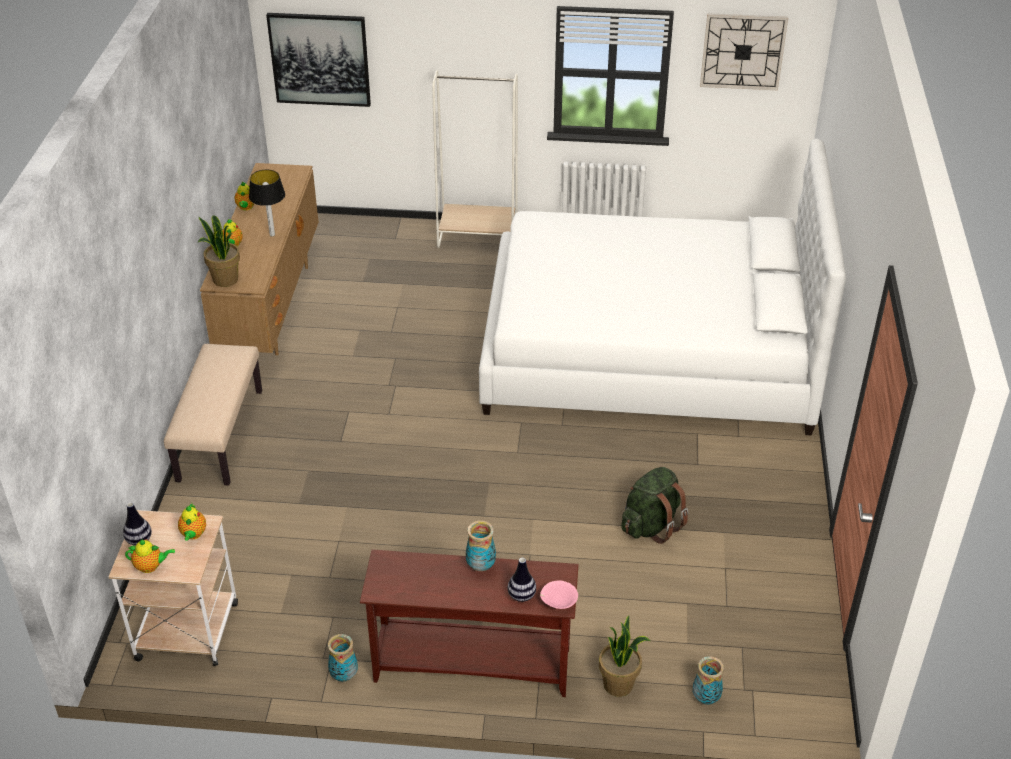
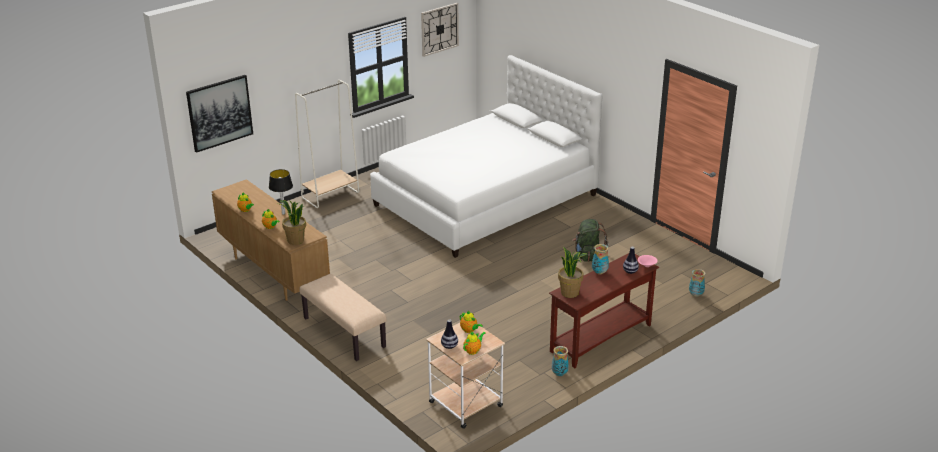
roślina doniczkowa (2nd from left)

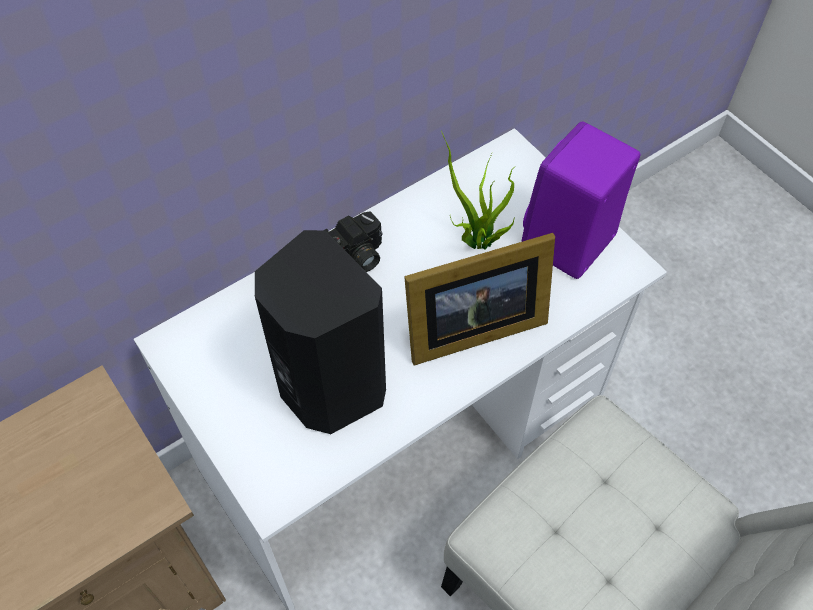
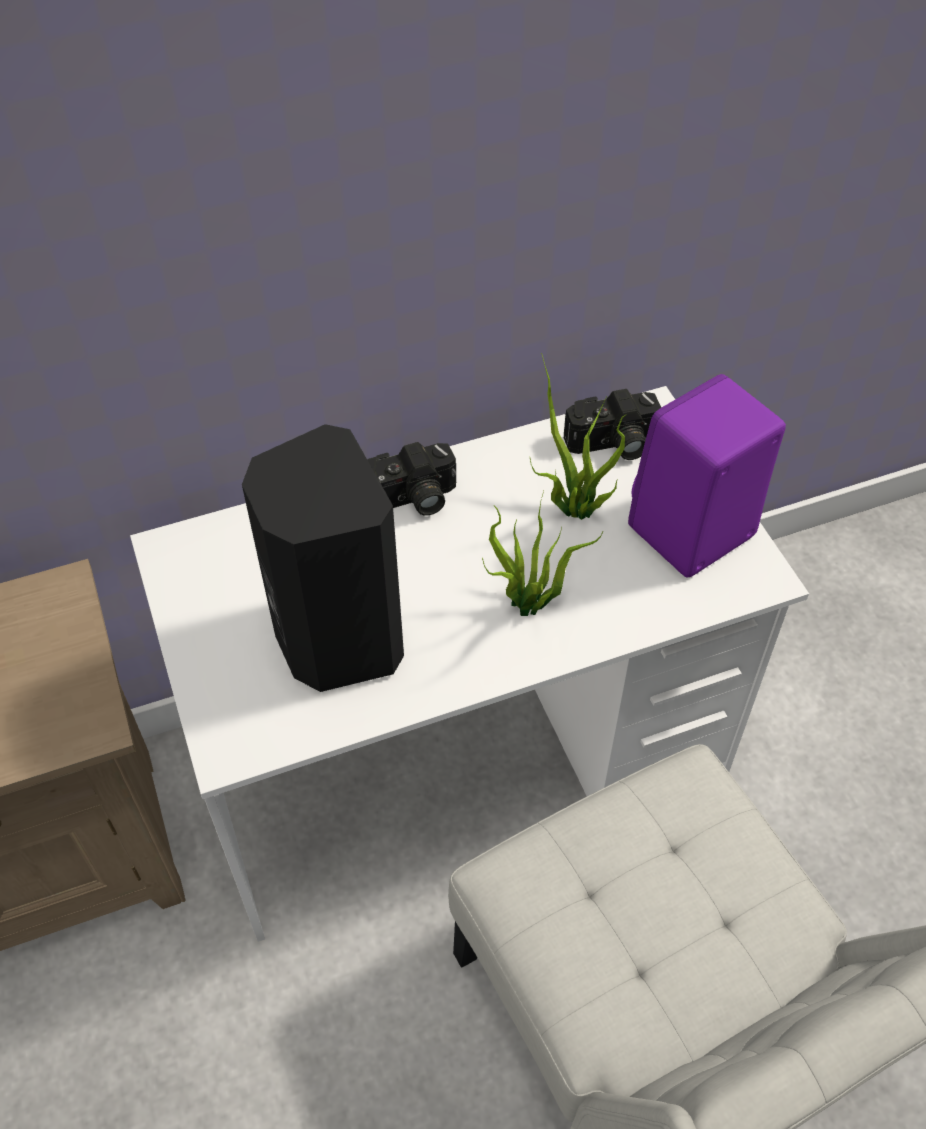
roślina doniczkowa (1st from left); aparat fotograficzny (2nd from left)

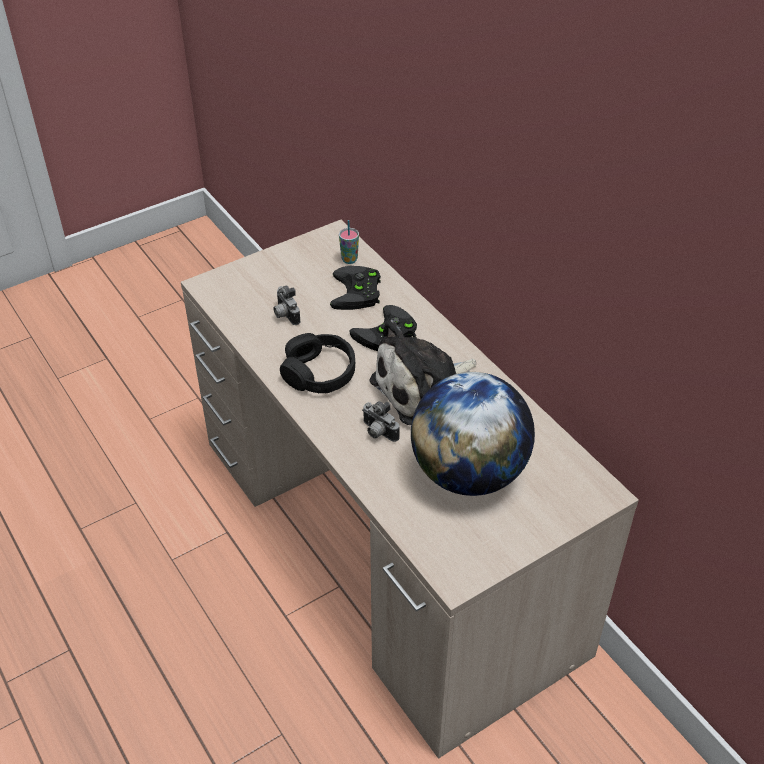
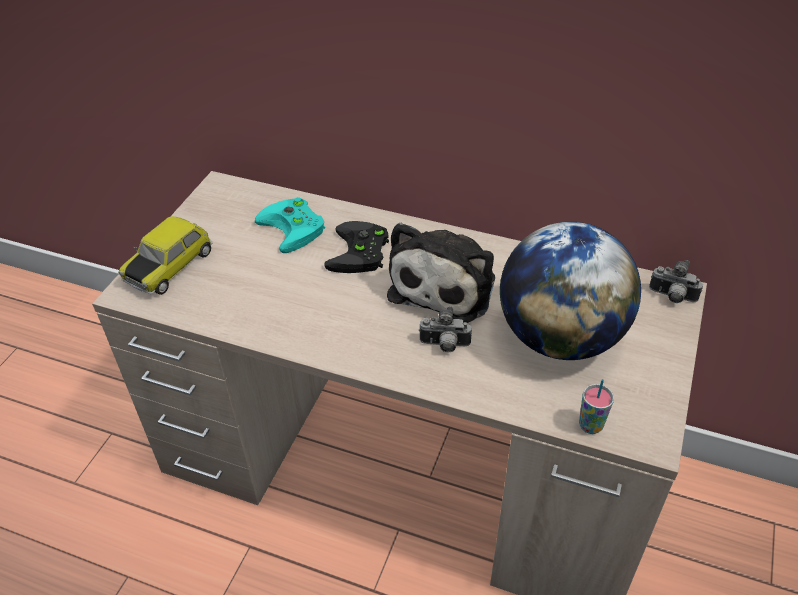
filiżanka; pad do gier/turkusowy; aparat fotograficzny (2nd from left); słuchawki/czarny; samochodzik

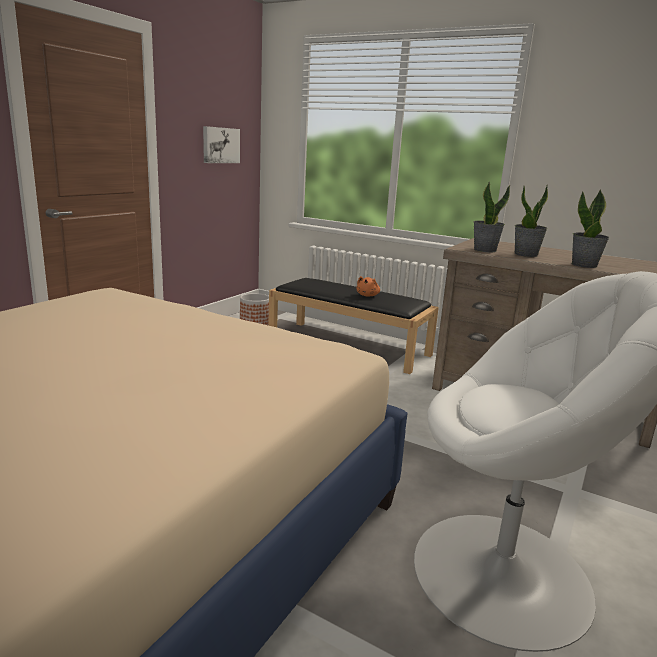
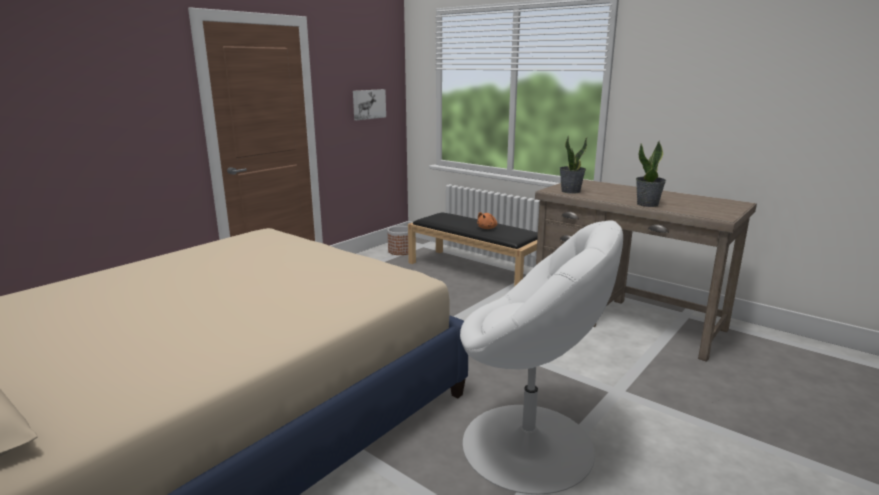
roślina doniczkowa (2nd from left in the first image)

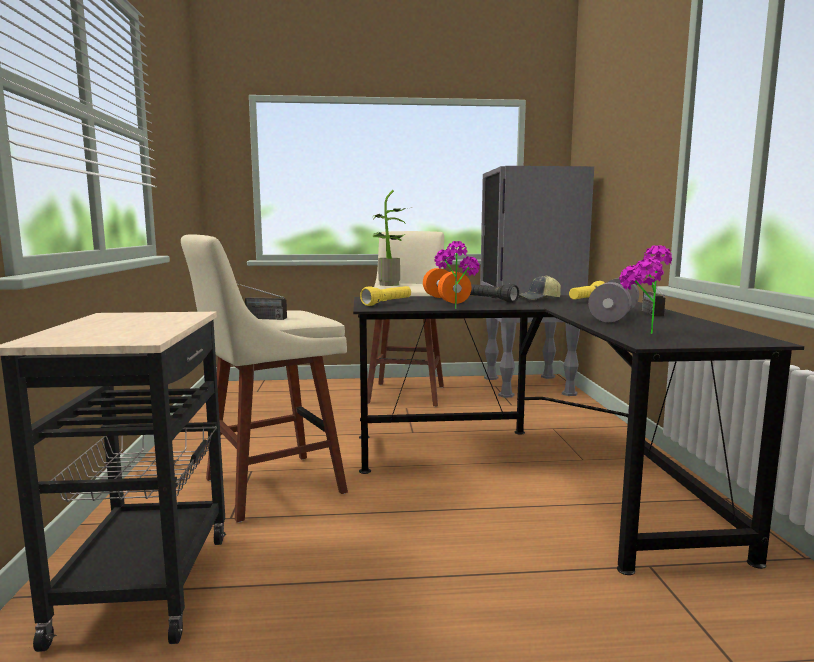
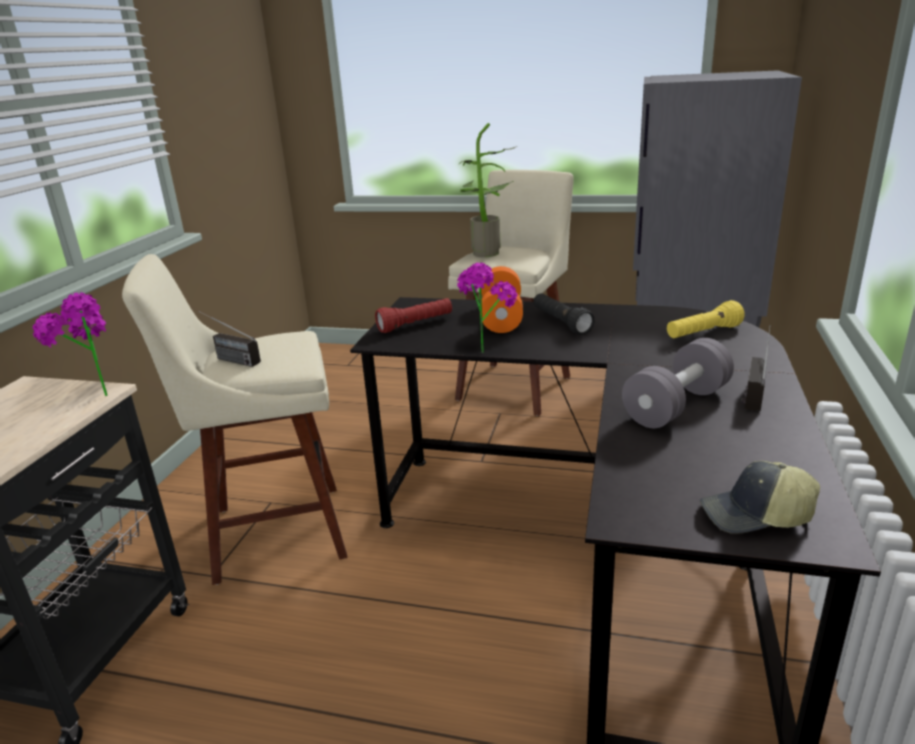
roślina doniczkowa (1st from left); czapka z daszkiem; latarka/czerwony

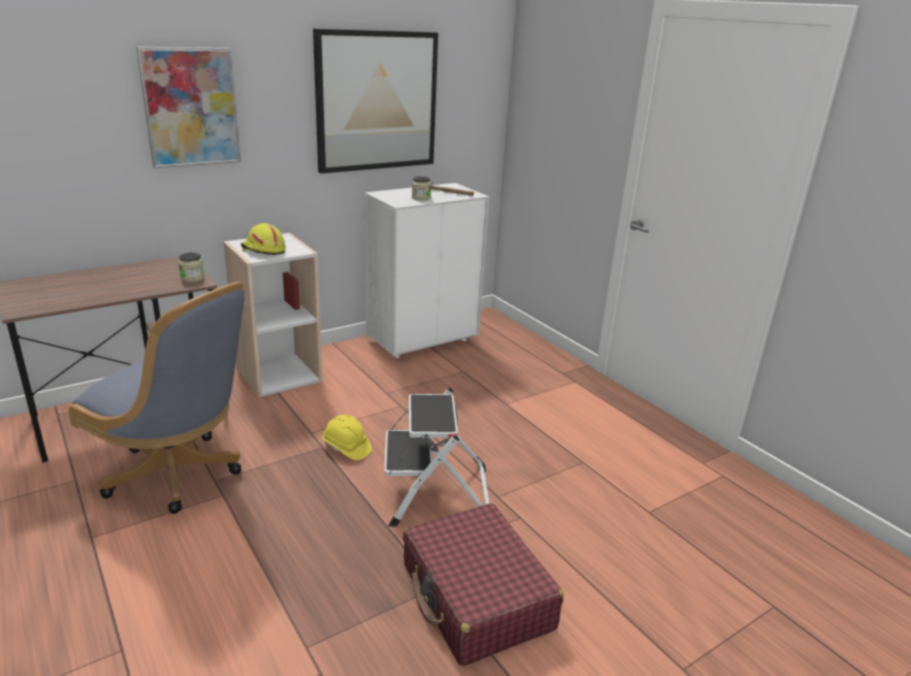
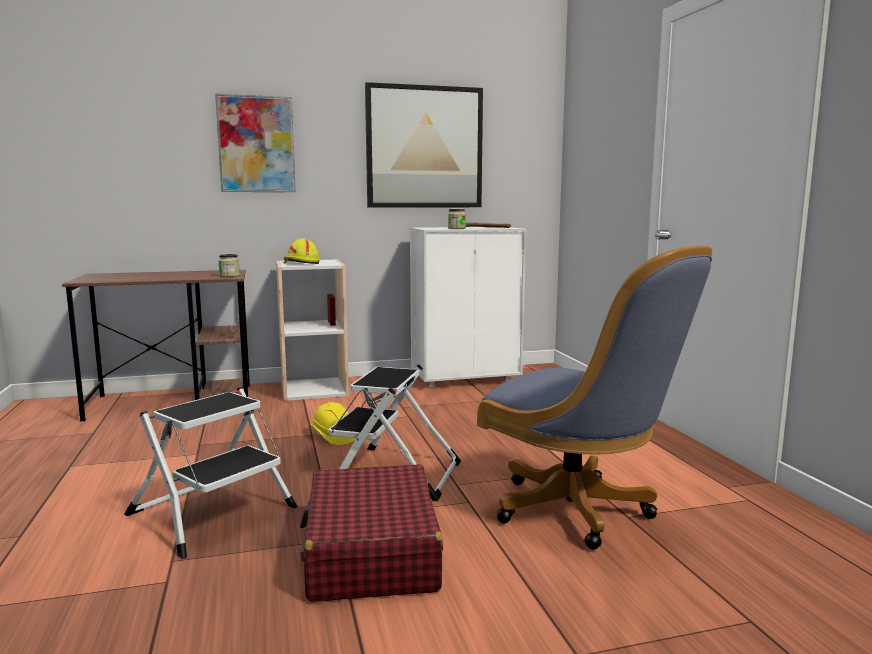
krzesło biurowe/niebieski; drabinka (1st from left)

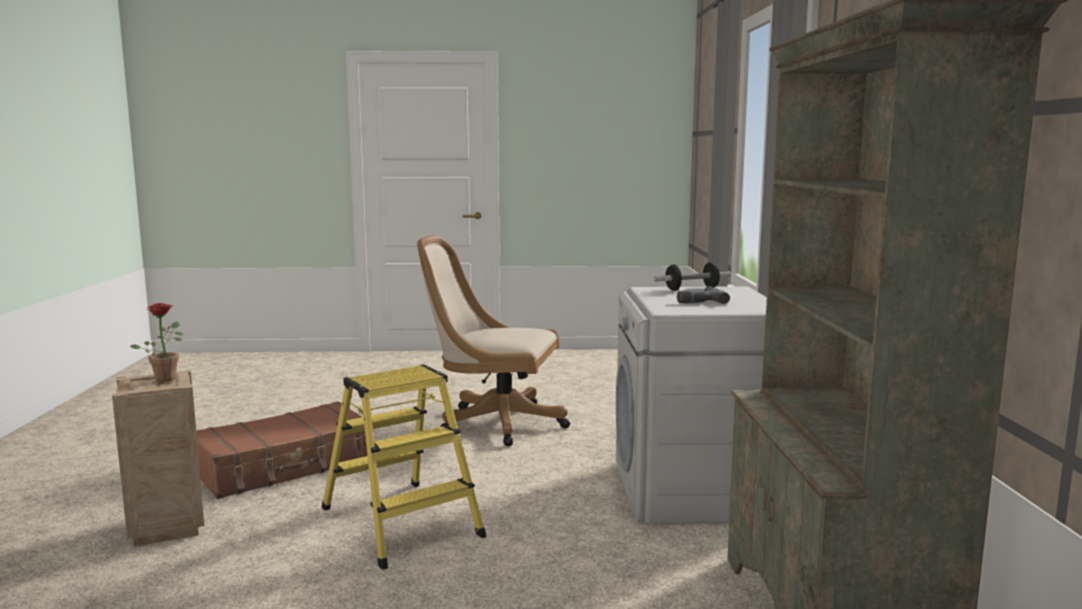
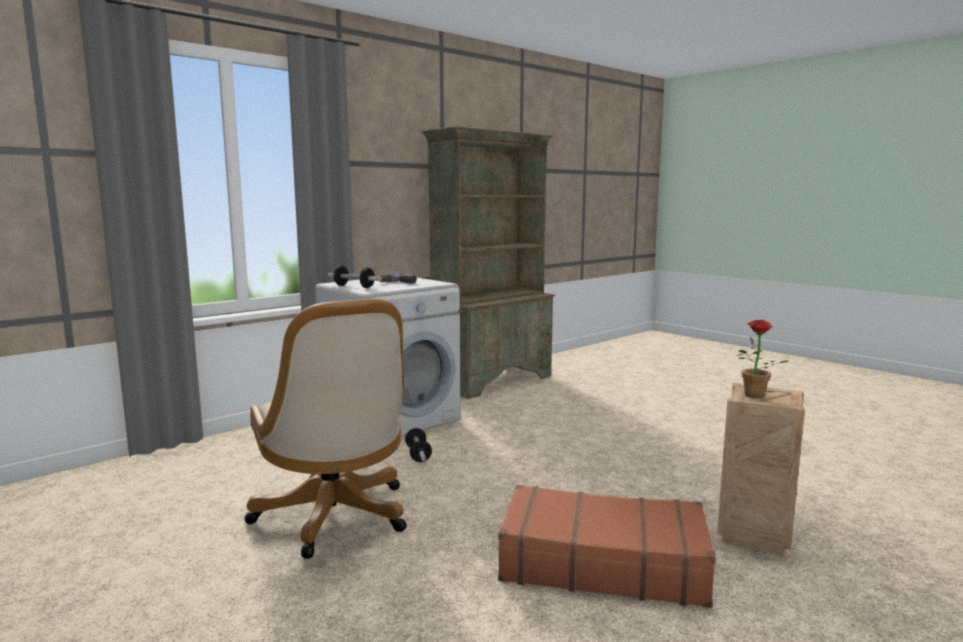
drabinka/żółty; hantel (2nd from left)

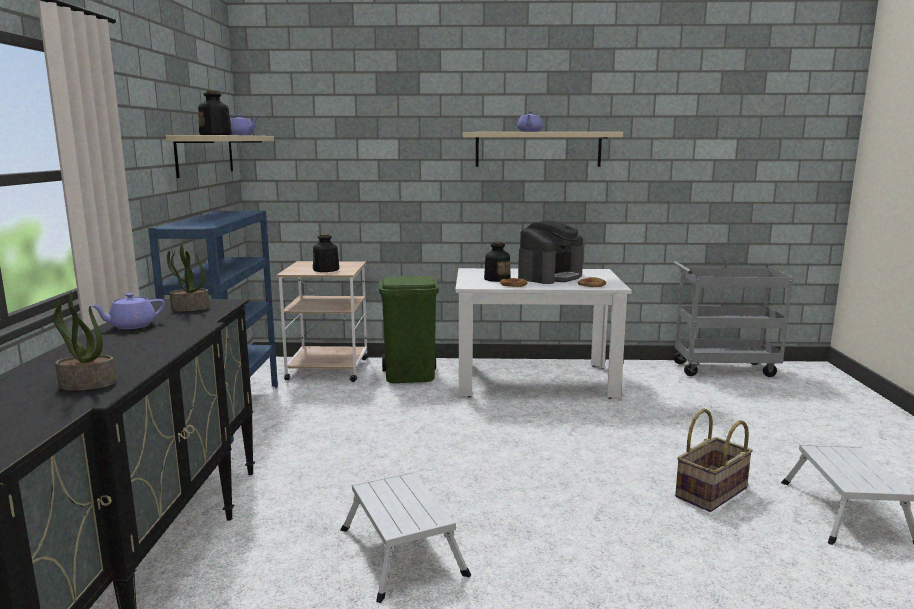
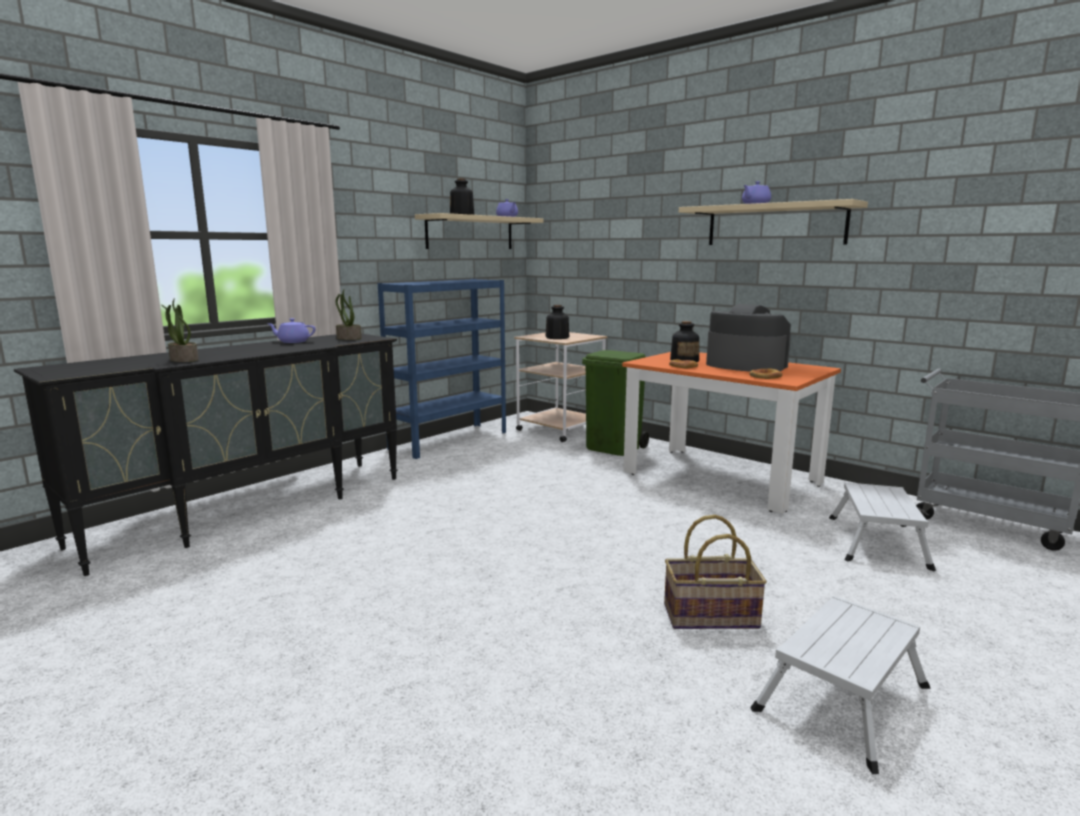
ekspres do kawy; stół jadalny/pomarańczowy; drabinka/biały (2nd from left)

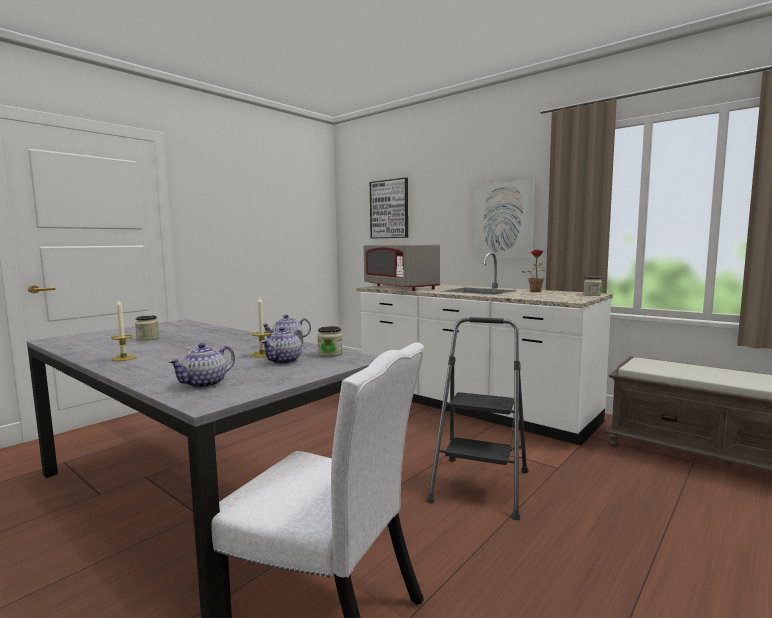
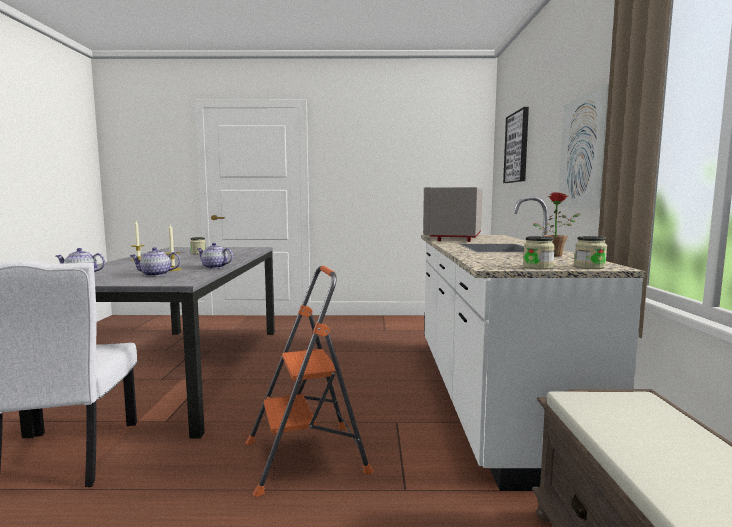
drabinka/pomarańczowy; słoik (2nd from left)

